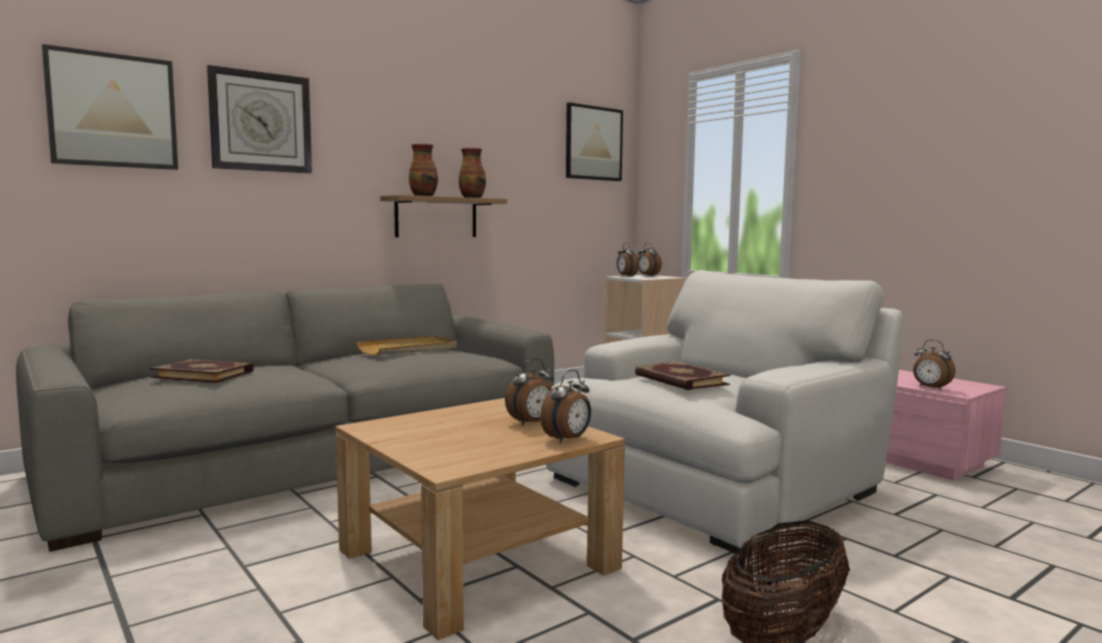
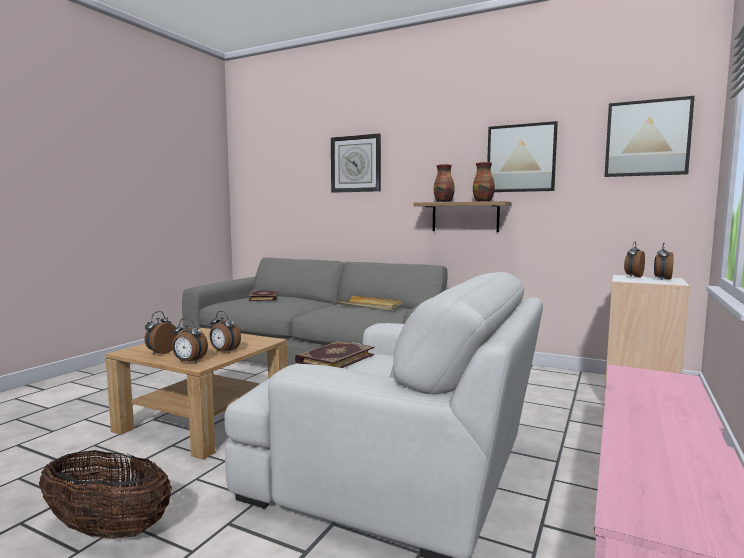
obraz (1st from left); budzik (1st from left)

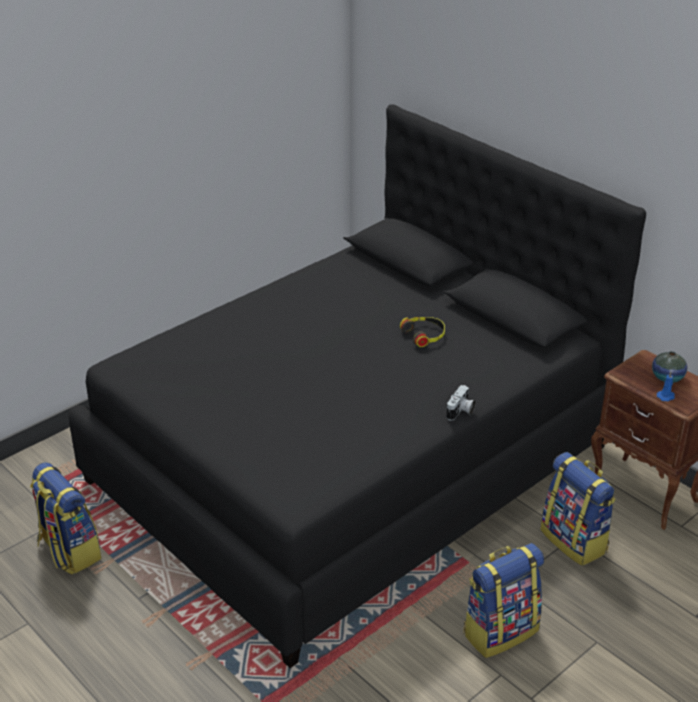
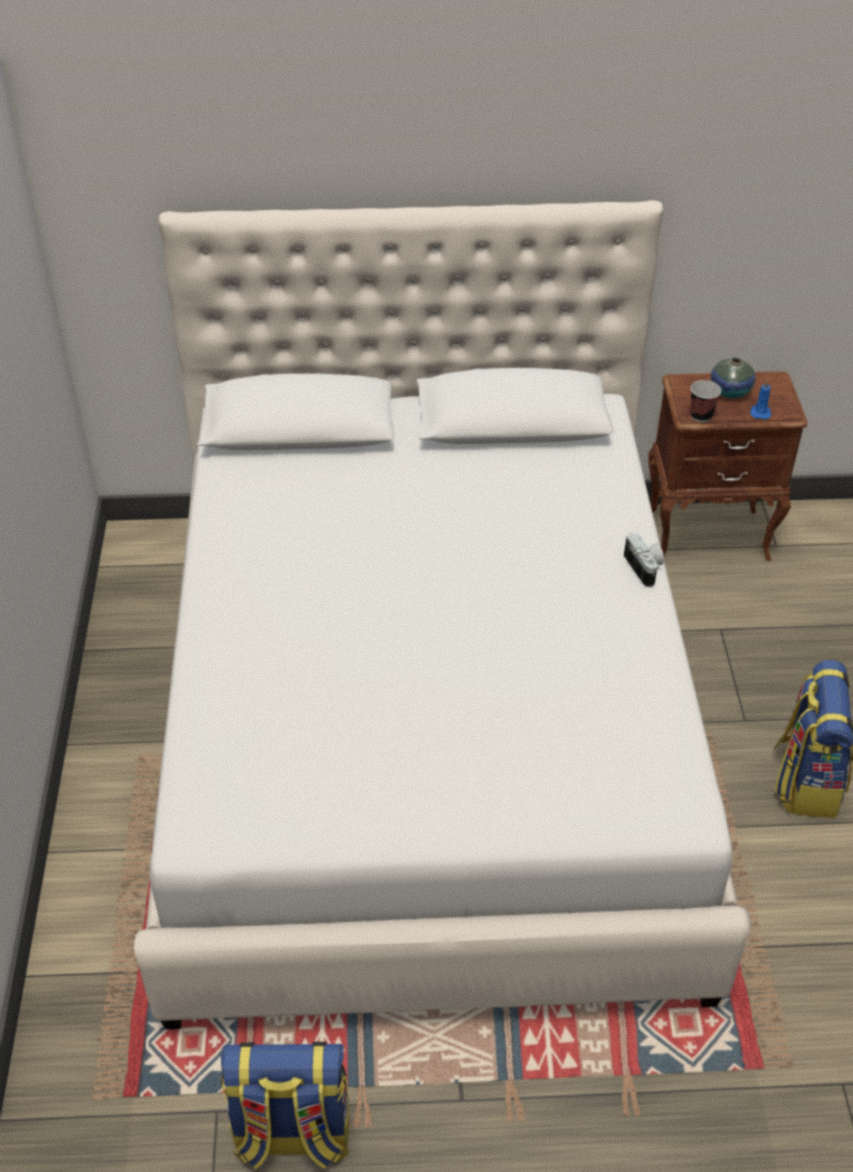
łóżko/biały; słuchawki; plecak (3rd from left in the first image); filiżanka

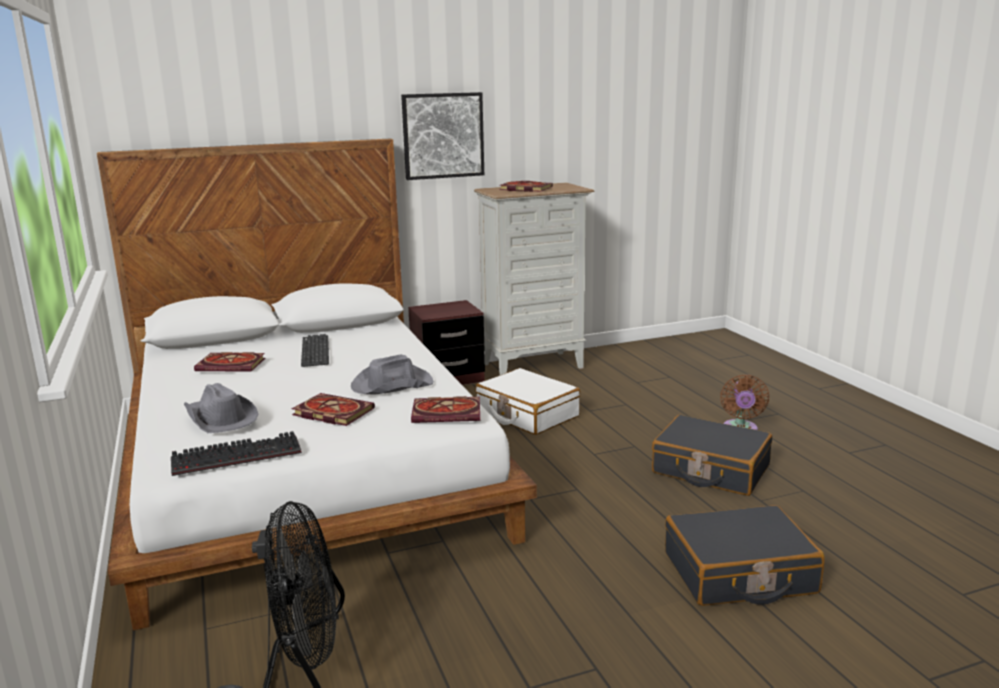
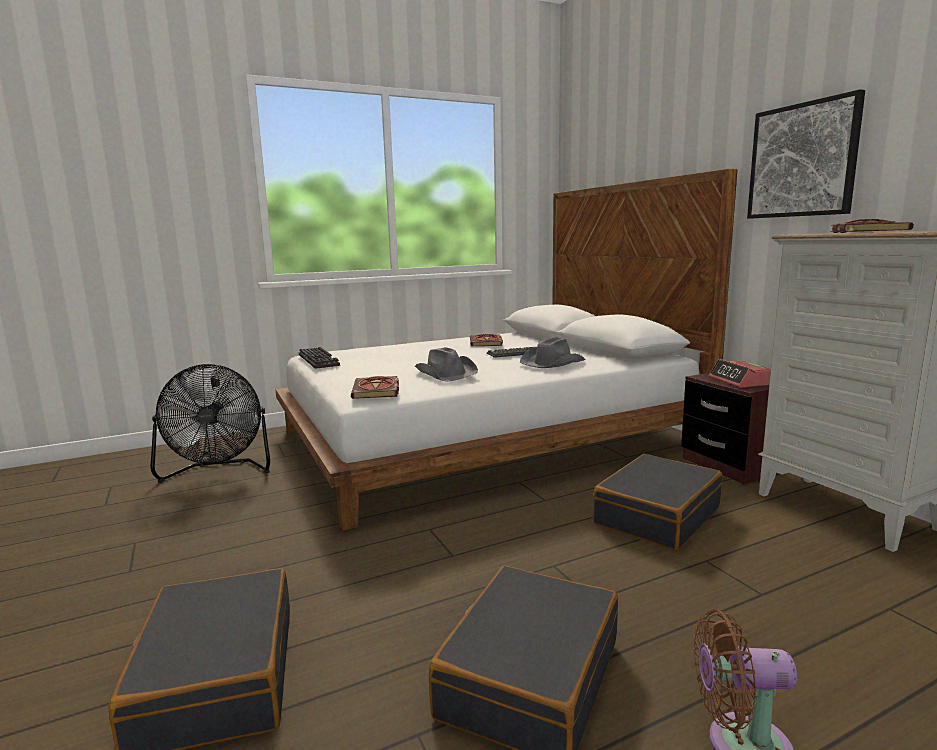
walizka/czarny (3rd from left); kapelusz/szary (2nd from left); książka (2nd from left in the first image); budzik

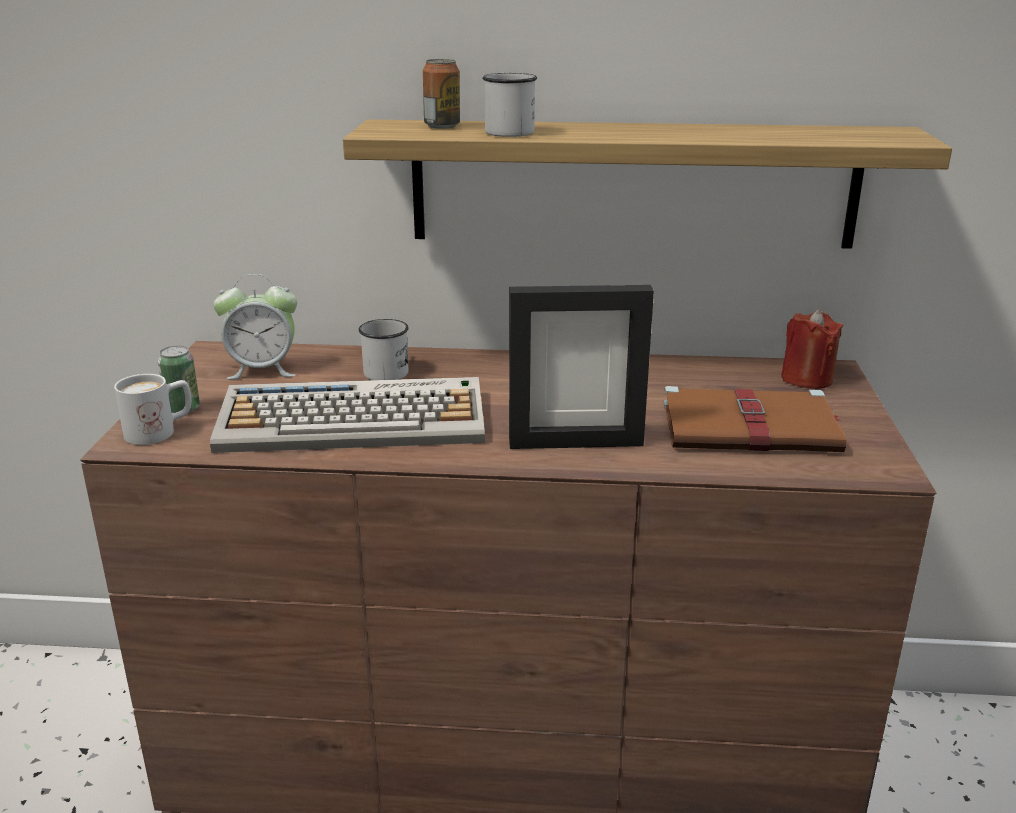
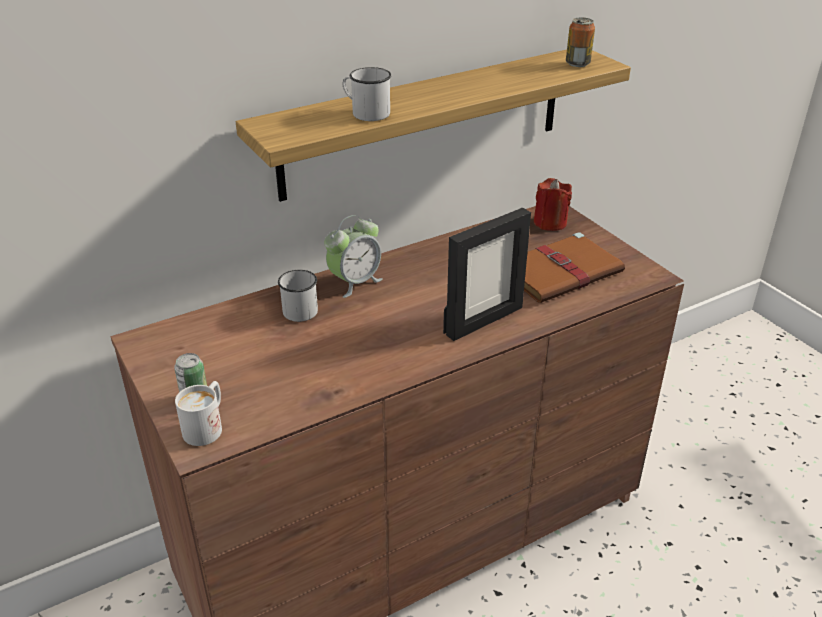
puszka (2nd from left); budzik; klawiatura

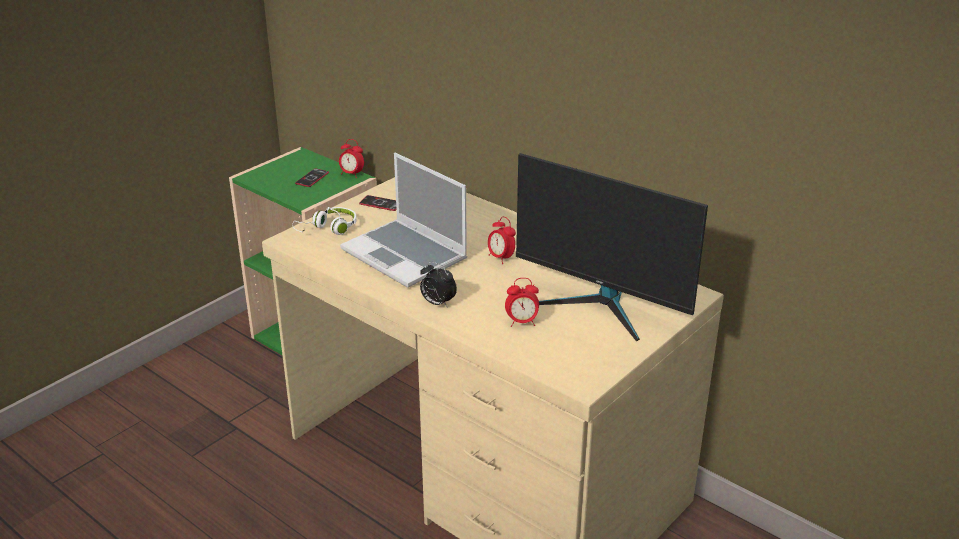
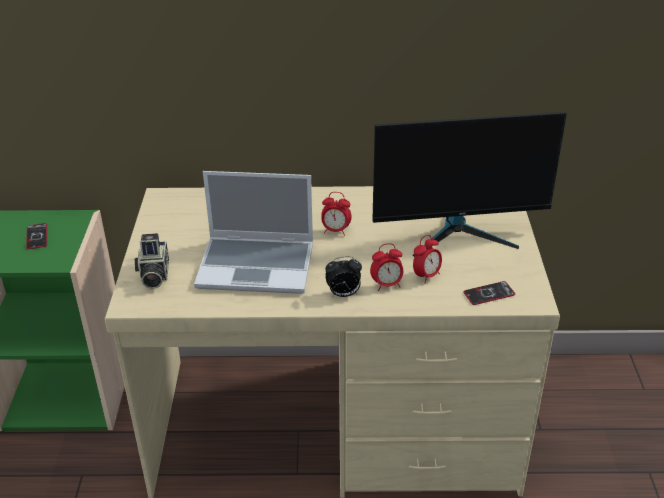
budzik (3rd from left); telefon (2nd from left); aparat fotograficzny

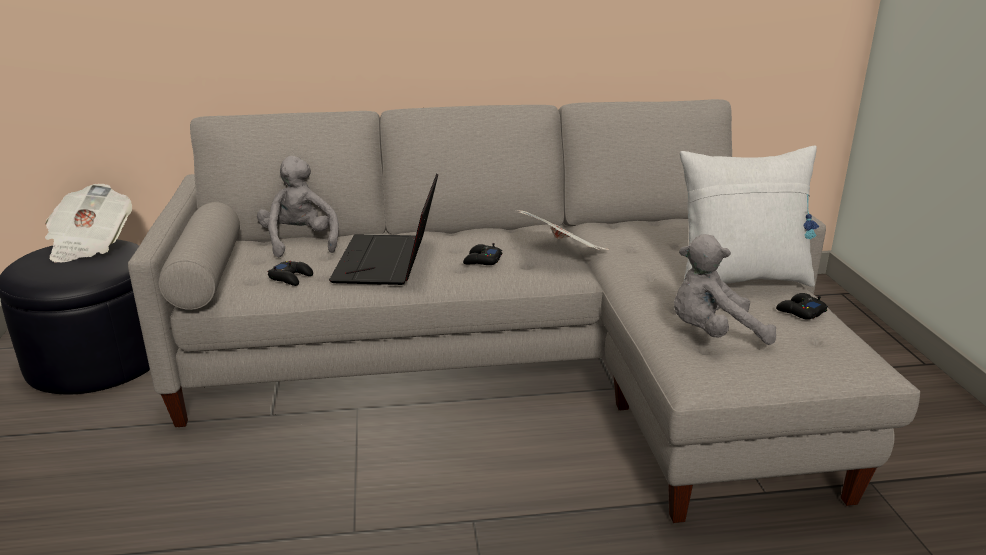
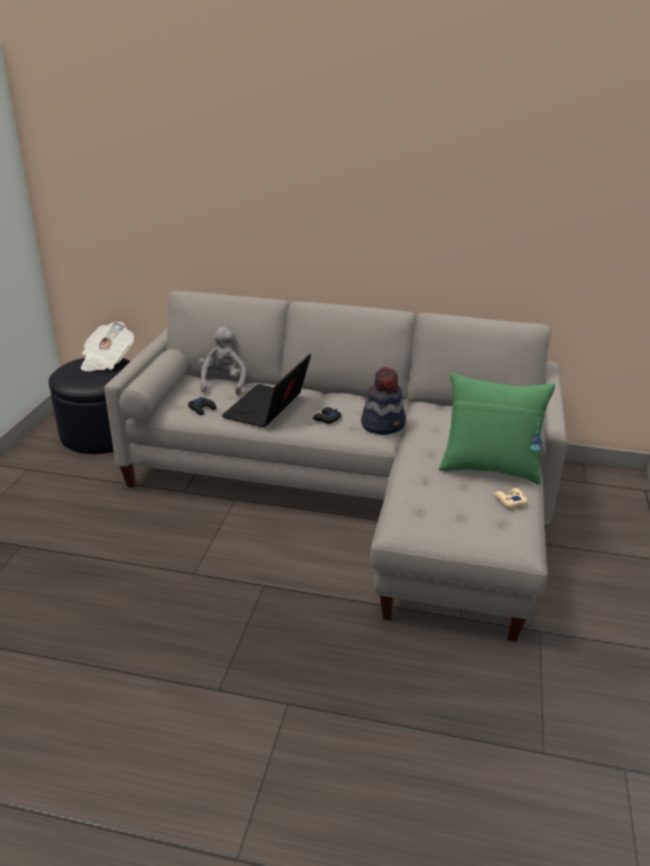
poduszka/zielony; kapelusz; pluszak/szary (2nd from left in the first image); pad do gier/beżowy

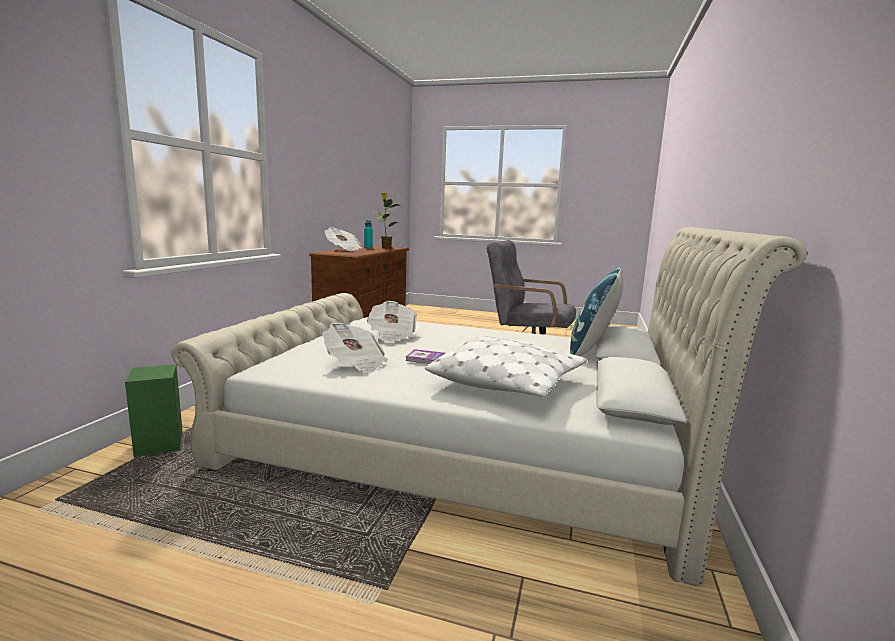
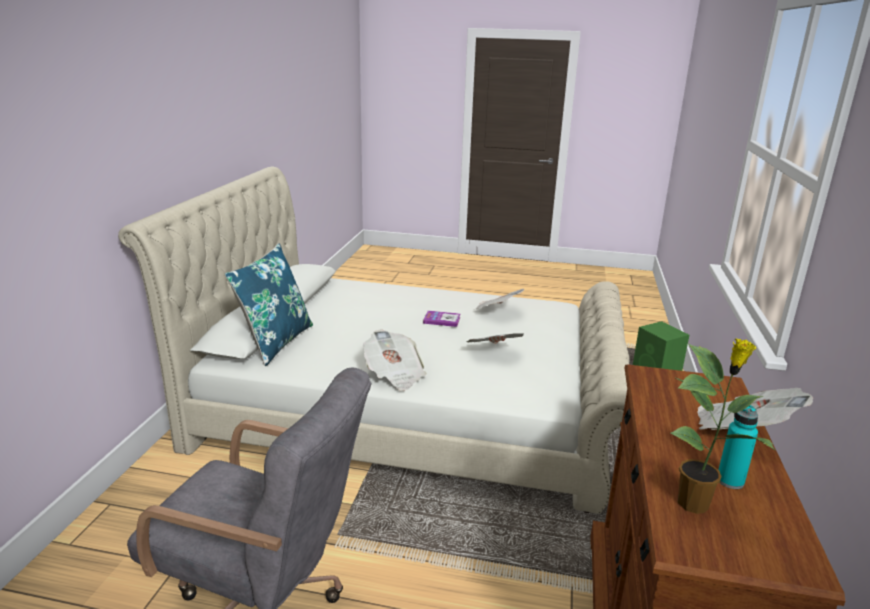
poduszka/biały; gazeta (1st from left)

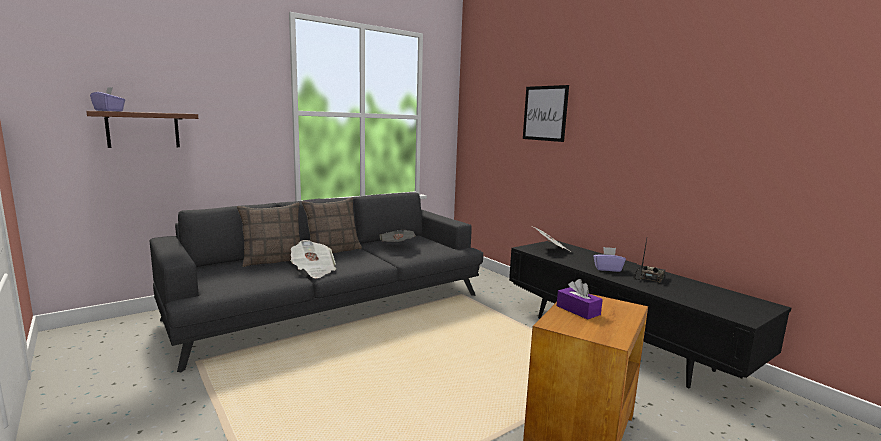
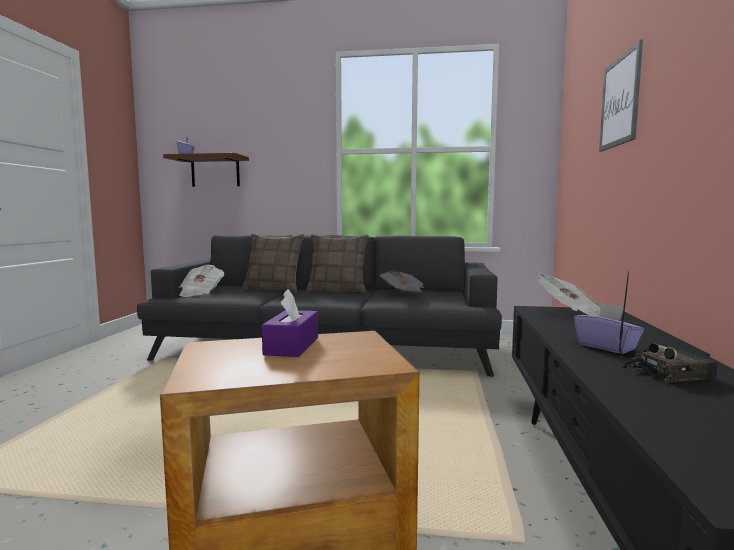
gazeta (1st from left)

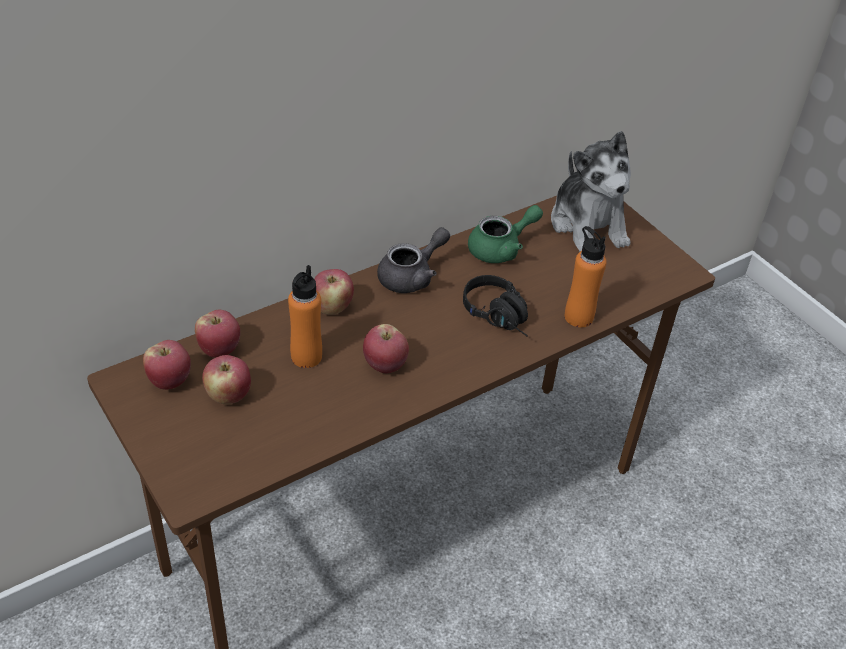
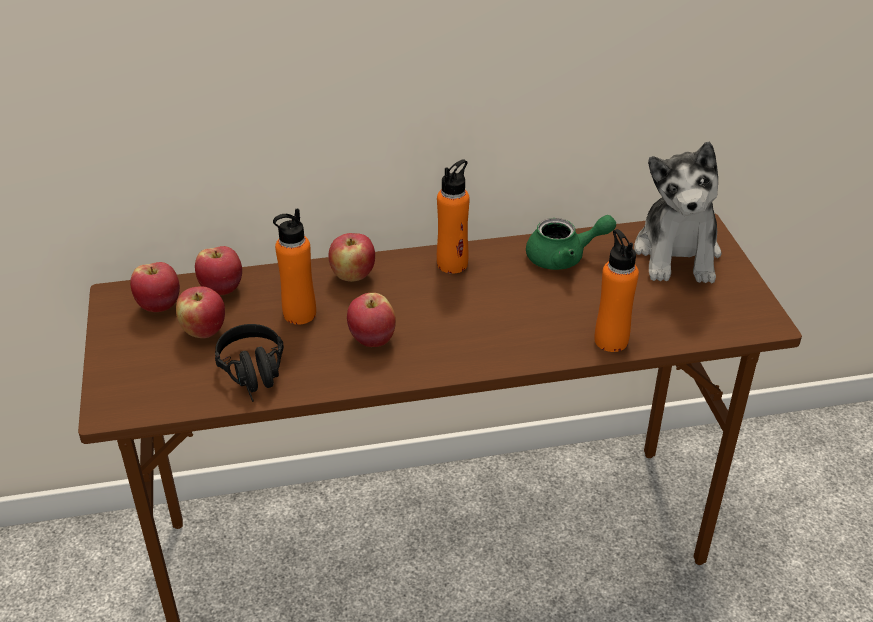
butelka/pomarańczowy (2nd from left); słuchawki/czarny

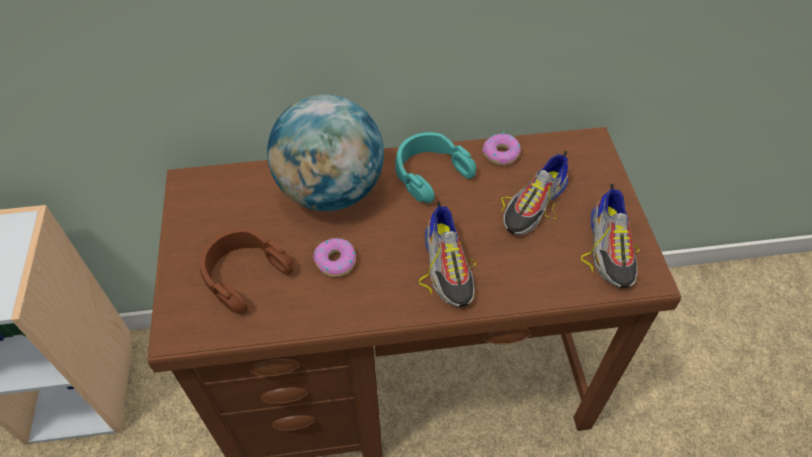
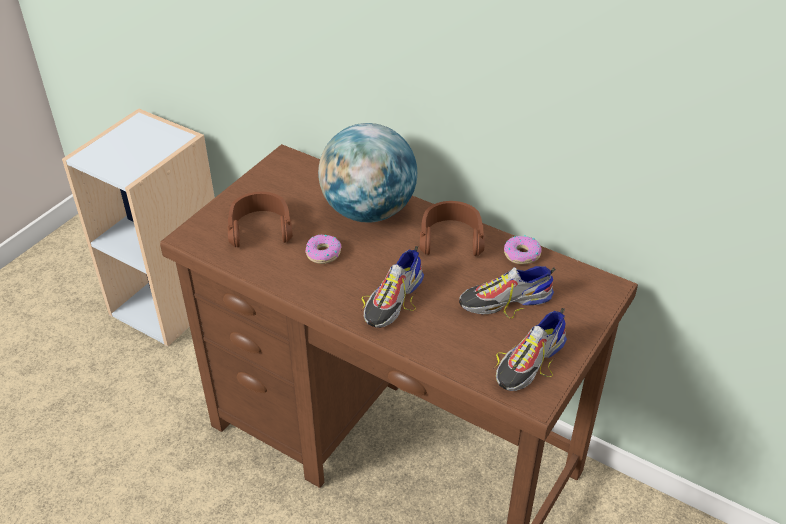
słuchawki/brązowy (2nd from left)

